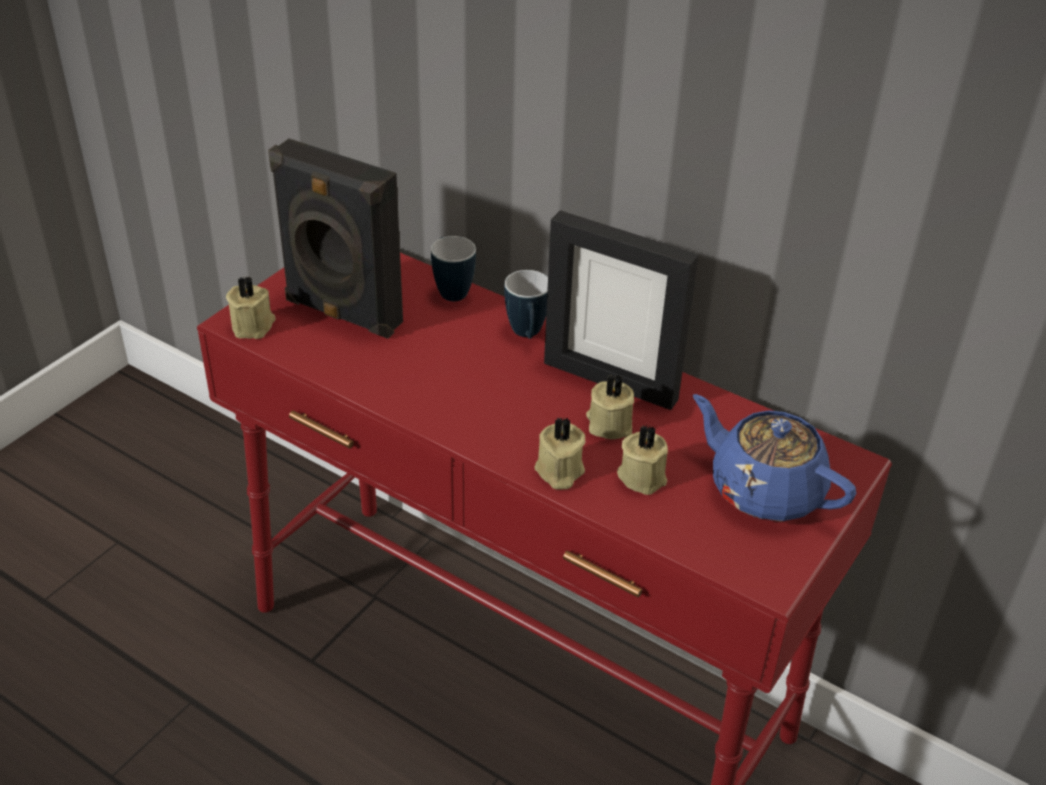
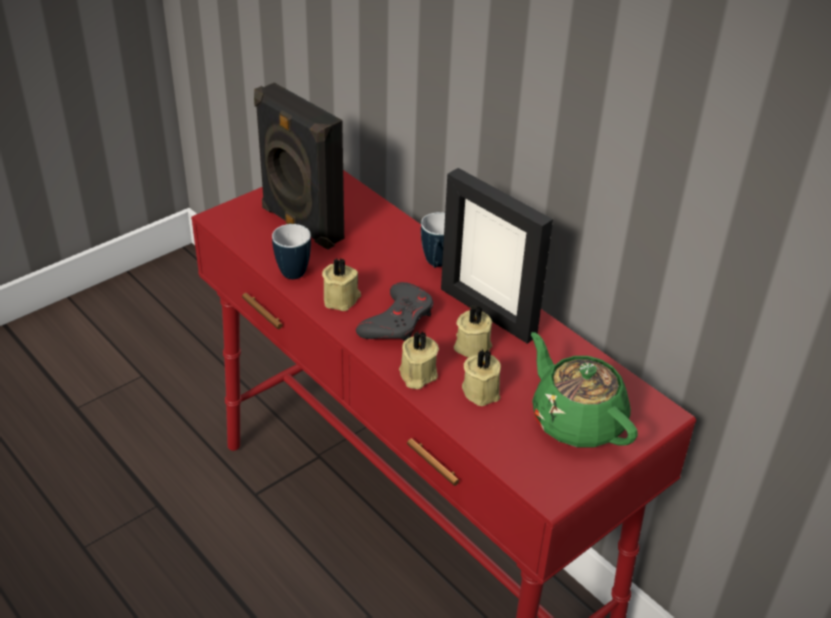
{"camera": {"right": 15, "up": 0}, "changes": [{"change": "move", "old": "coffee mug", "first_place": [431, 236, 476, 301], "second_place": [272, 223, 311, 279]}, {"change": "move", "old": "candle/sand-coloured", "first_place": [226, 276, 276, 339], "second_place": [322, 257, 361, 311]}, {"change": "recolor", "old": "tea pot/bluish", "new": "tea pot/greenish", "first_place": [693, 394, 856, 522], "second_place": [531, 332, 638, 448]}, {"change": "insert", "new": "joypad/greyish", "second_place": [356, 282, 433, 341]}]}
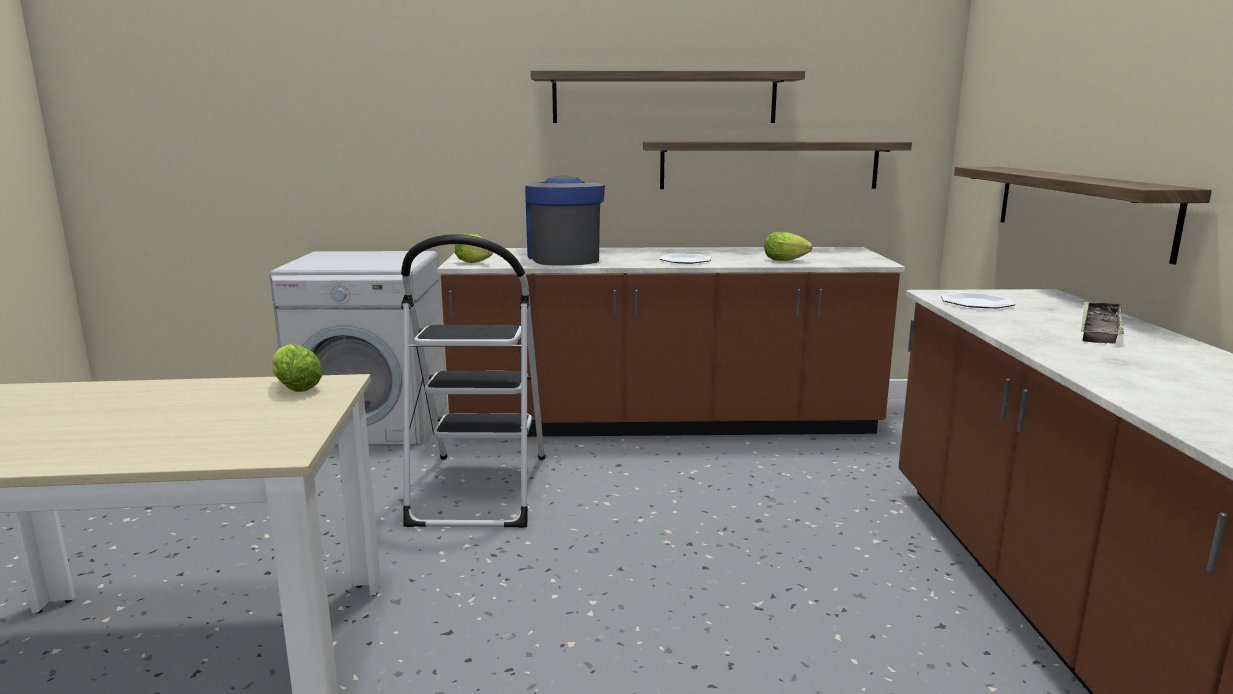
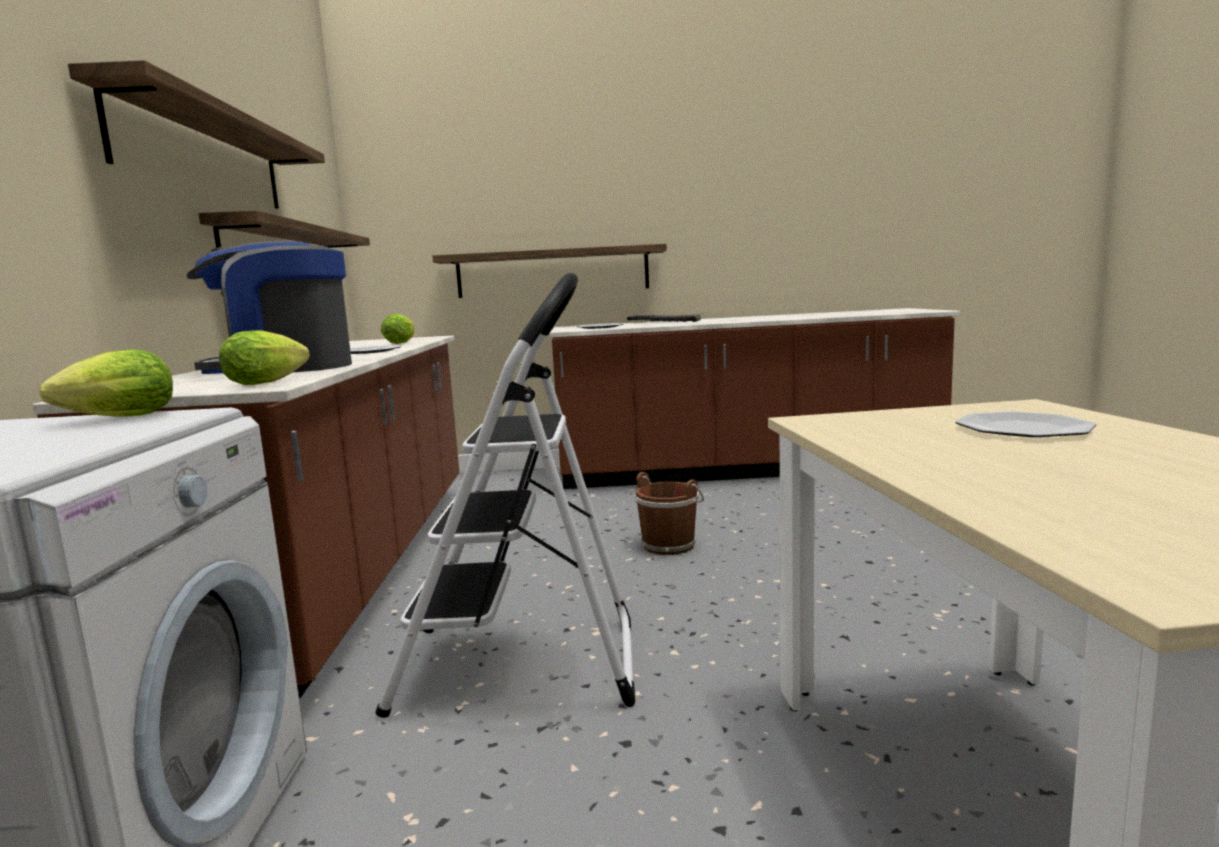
{"camera": {"right": -90, "up": -5}, "changes": [{"change": "move", "old": "lettuce", "first_place": [272, 344, 322, 392], "second_place": [39, 350, 173, 417]}, {"change": "insert", "new": "plate", "second_place": [955, 411, 1096, 437]}, {"change": "insert", "new": "water bucket/brownish", "second_place": [635, 472, 704, 555]}]}
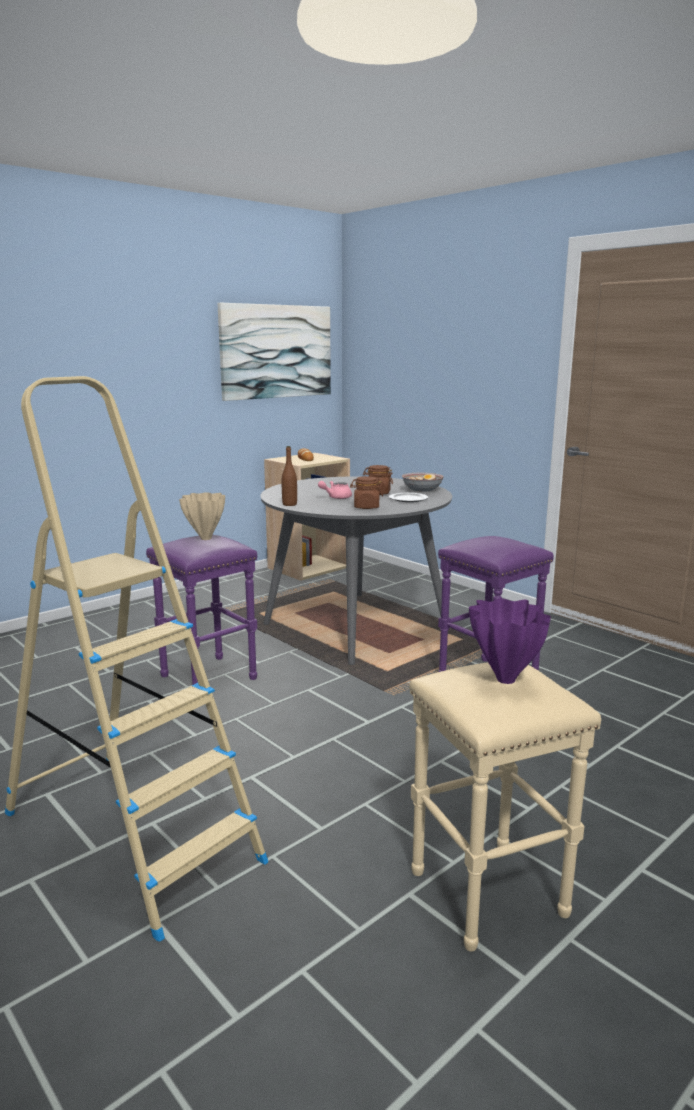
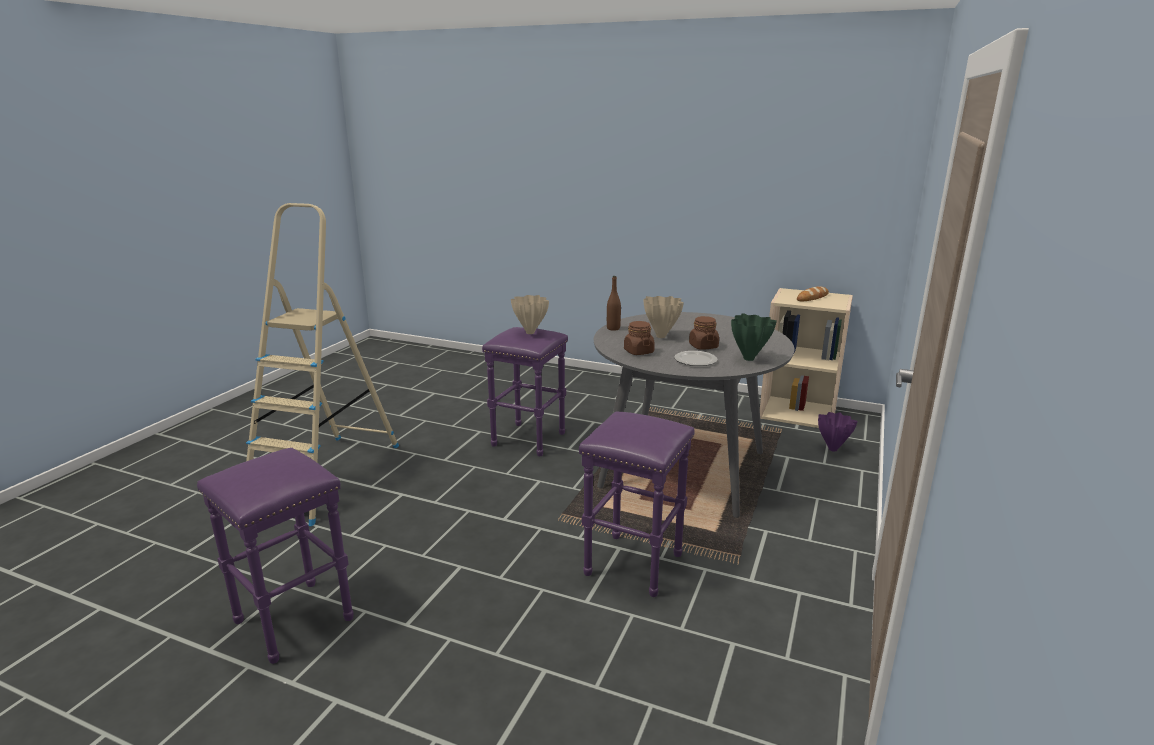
{"camera": {"right": 65, "up": 5}, "changes": [{"change": "delete", "old": "picture", "first_place": [218, 303, 331, 401]}, {"change": "replace", "old": "serving bowl", "new": "vase/greenish", "first_place": [402, 473, 444, 492], "second_place": [731, 313, 777, 361]}, {"change": "replace", "old": "tea pot/pinkish", "new": "vase/sand-coloured", "first_place": [318, 481, 352, 499], "second_place": [643, 296, 684, 338]}, {"change": "move", "old": "vase/purple", "first_place": [469, 598, 551, 684], "second_place": [818, 412, 858, 452]}, {"change": "recolor", "old": "stool/sand-coloured", "new": "stool/purple", "first_place": [409, 662, 601, 952], "second_place": [197, 448, 354, 664]}]}
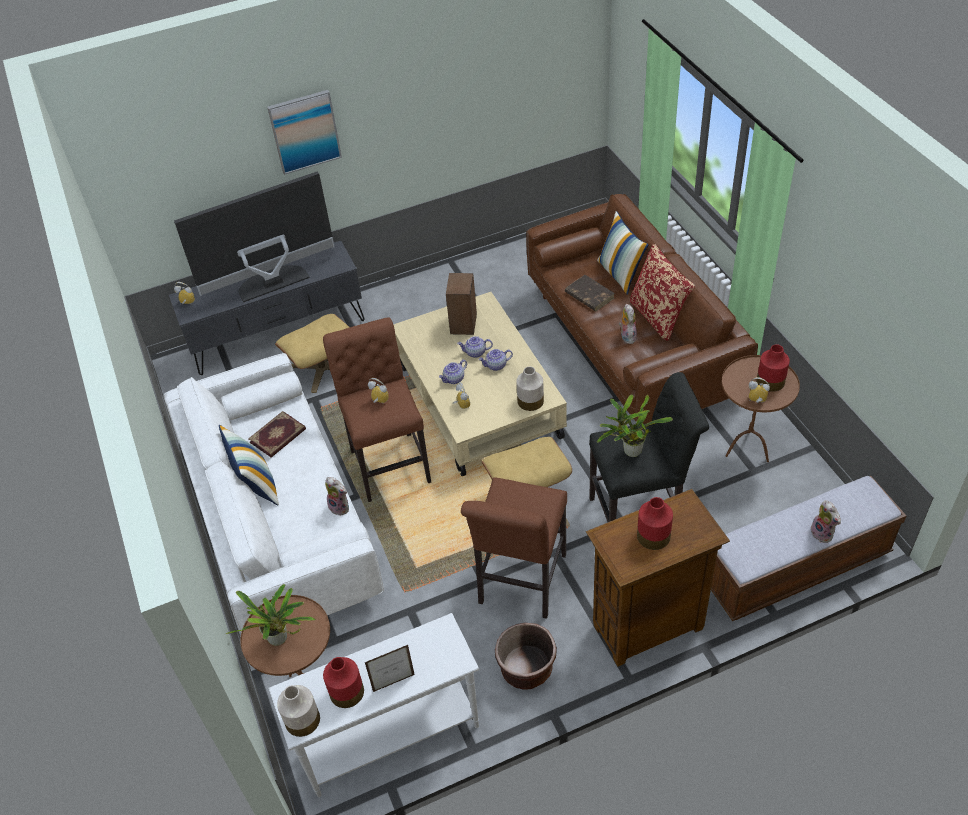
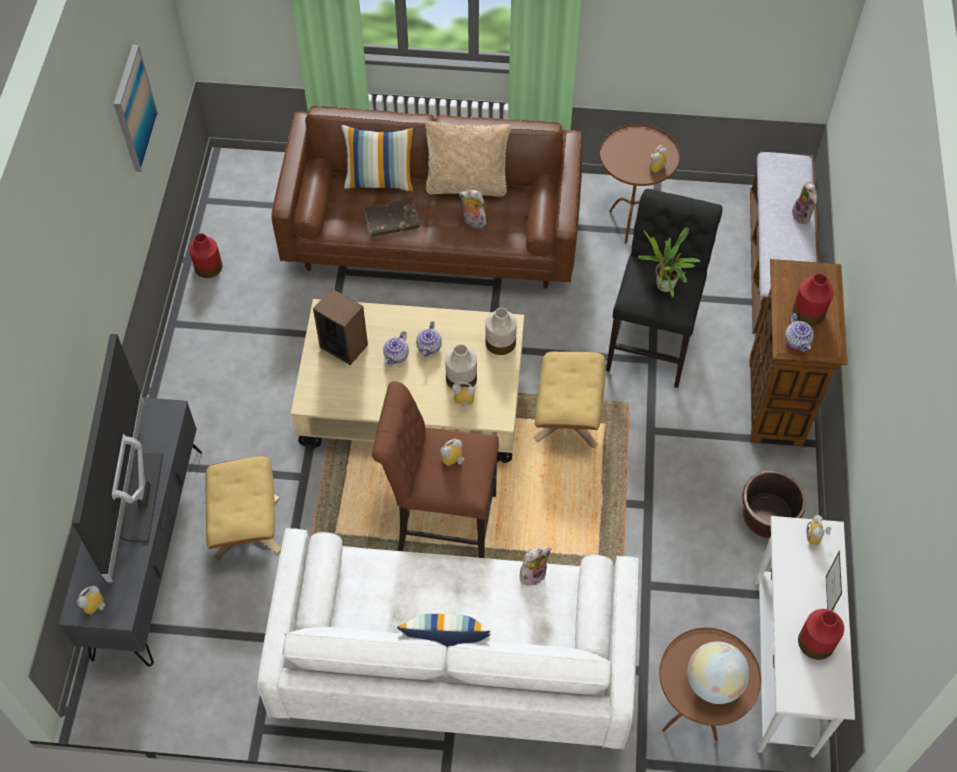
{"camera": {"right": -65, "up": 10}, "changes": [{"change": "move", "old": "picture", "first_place": [267, 90, 342, 175], "second_place": [114, 45, 159, 172]}, {"change": "recolor", "old": "cushion/red", "new": "cushion/sand-coloured", "first_place": [630, 244, 694, 341], "second_place": [425, 121, 511, 197]}, {"change": "move", "old": "vase/red", "first_place": [757, 344, 790, 392], "second_place": [189, 233, 223, 278]}, {"change": "move", "old": "tea pot", "first_place": [439, 360, 467, 384], "second_place": [785, 313, 814, 352]}, {"change": "delete", "old": "volume", "first_place": [248, 411, 306, 458]}, {"change": "delete", "old": "stool/brownish", "first_place": [461, 477, 567, 619]}, {"change": "rotate", "old": "cuddly toy", "first_place": [811, 500, 841, 543], "second_place": [792, 181, 818, 224], "degrees": 75}, {"change": "replace", "old": "potted plant", "new": "world globe", "first_place": [225, 584, 316, 646], "second_place": [687, 641, 750, 704]}, {"change": "move", "old": "vase/sand-coloured", "first_place": [277, 685, 320, 737], "second_place": [445, 344, 477, 389]}, {"change": "insert", "new": "alarm clock", "second_place": [806, 514, 831, 545]}]}
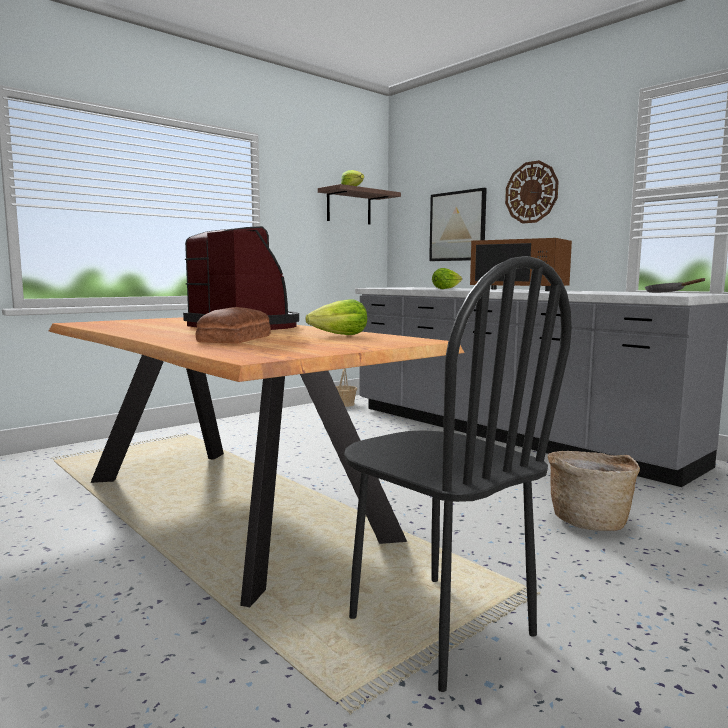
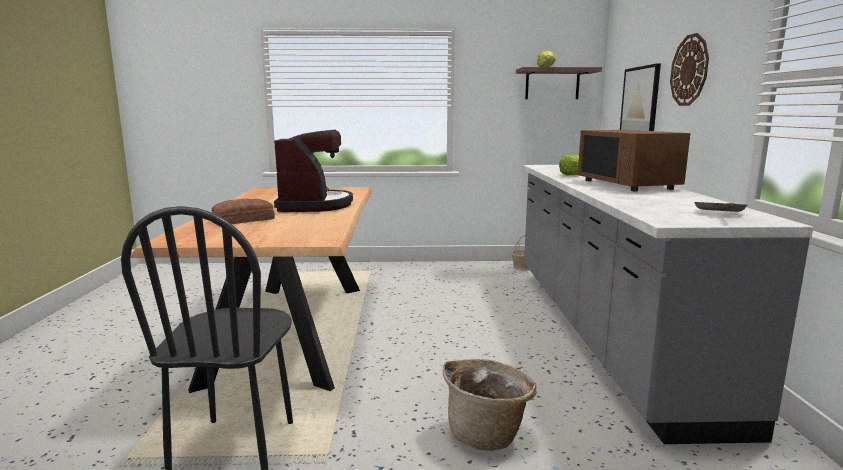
{"camera": {"right": 40, "up": 5}, "changes": [{"change": "delete", "old": "lettuce", "first_place": [306, 299, 367, 335]}]}
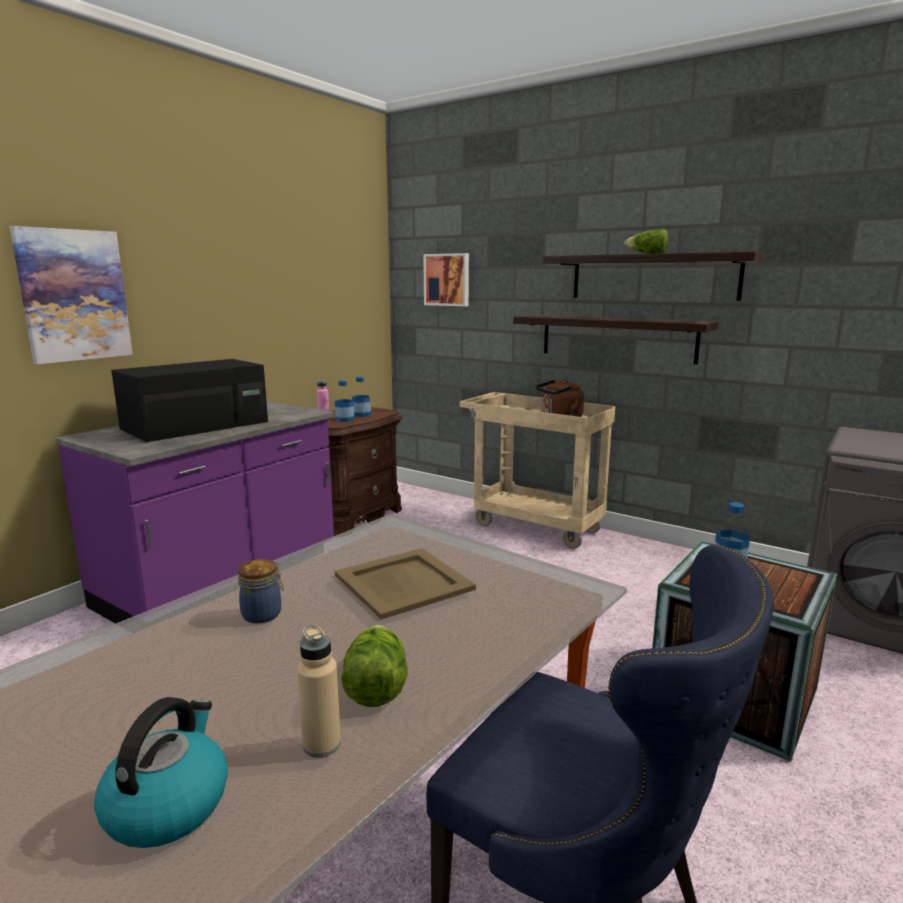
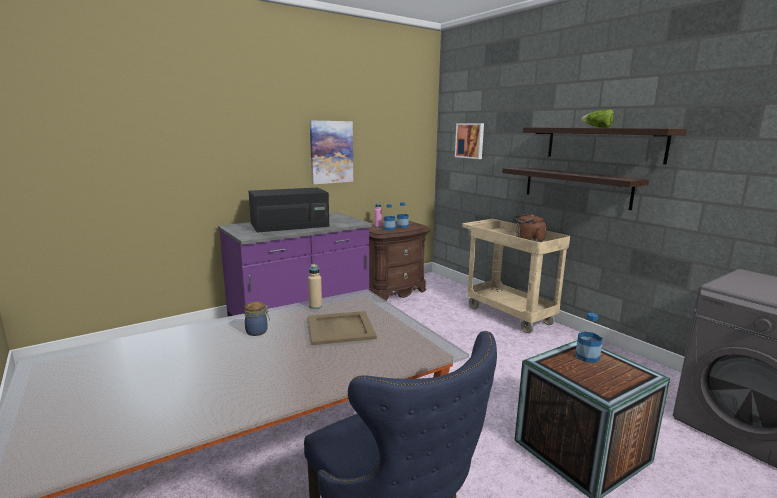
{"camera": {"right": 20, "up": 0}, "changes": [{"change": "move", "old": "picture", "first_place": [10, 226, 133, 364], "second_place": [310, 121, 353, 184]}, {"change": "move", "old": "drink bottle/sand-coloured", "first_place": [297, 625, 341, 758], "second_place": [308, 264, 322, 309]}, {"change": "delete", "old": "lettuce", "first_place": [341, 625, 408, 707]}, {"change": "delete", "old": "tea kettle", "first_place": [94, 697, 228, 848]}]}
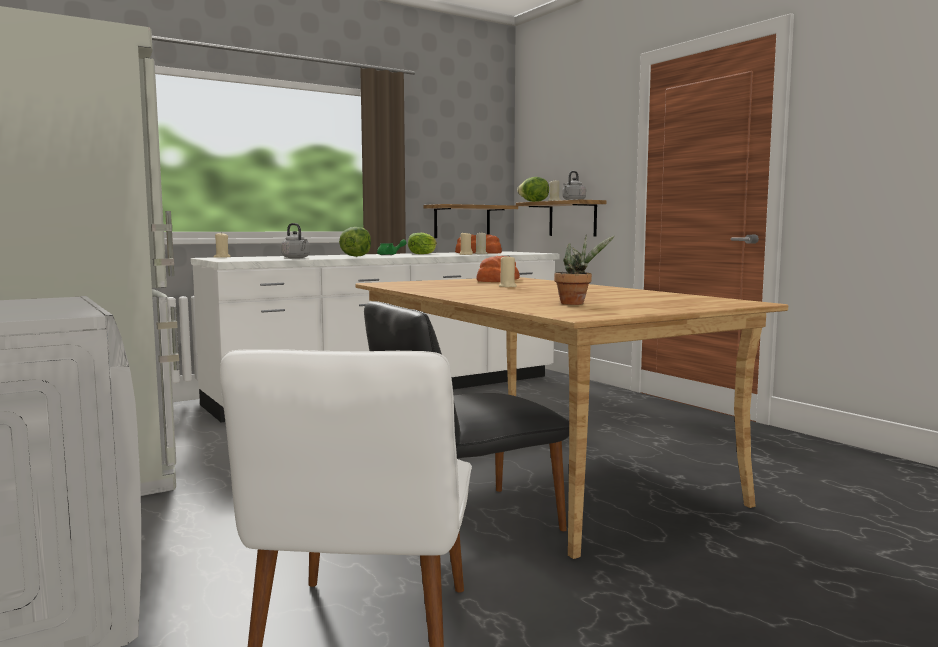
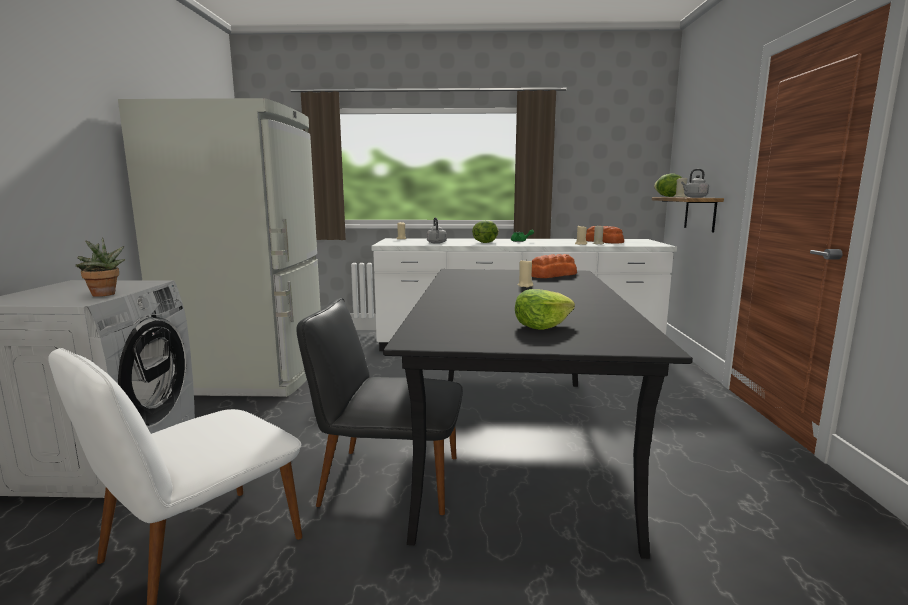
{"camera": {"right": 35, "up": 5}, "changes": [{"change": "delete", "old": "bracket shelf", "first_place": [424, 204, 518, 238]}, {"change": "move", "old": "lettuce", "first_place": [408, 233, 437, 254], "second_place": [515, 289, 575, 329]}, {"change": "move", "old": "potted plant", "first_place": [554, 235, 615, 305], "second_place": [75, 237, 125, 297]}, {"change": "recolor", "old": "dining table/sand-coloured", "new": "dining table/black-coloured", "first_place": [355, 277, 788, 559], "second_place": [383, 269, 693, 559]}]}
